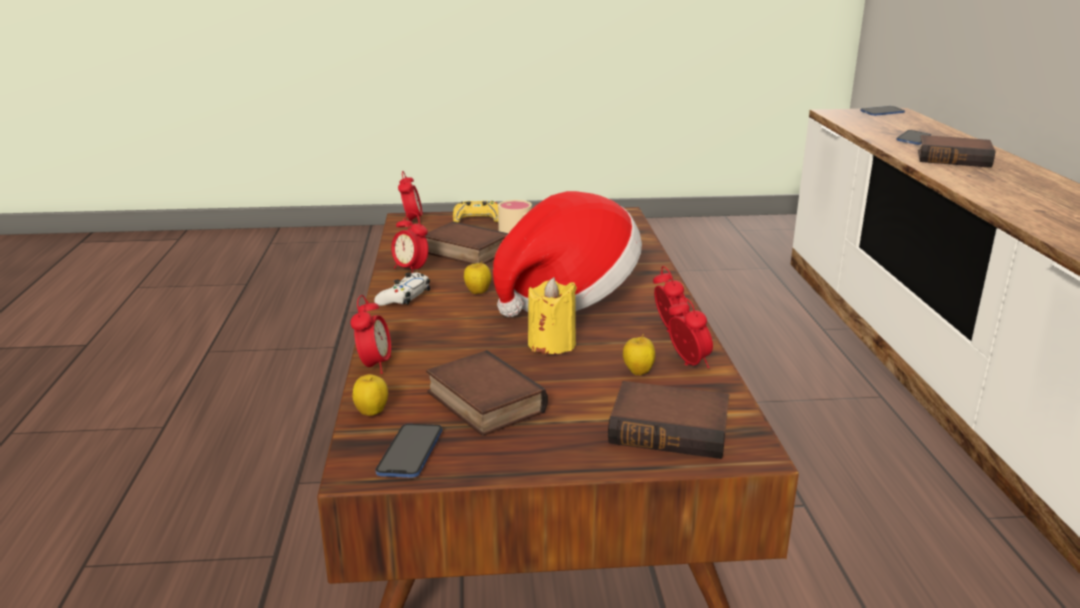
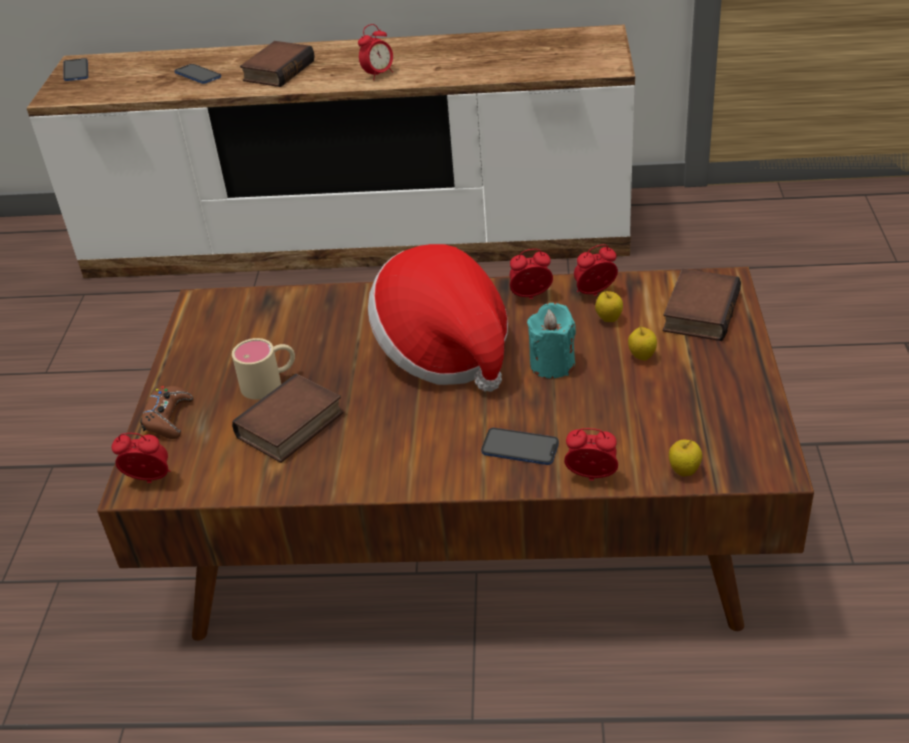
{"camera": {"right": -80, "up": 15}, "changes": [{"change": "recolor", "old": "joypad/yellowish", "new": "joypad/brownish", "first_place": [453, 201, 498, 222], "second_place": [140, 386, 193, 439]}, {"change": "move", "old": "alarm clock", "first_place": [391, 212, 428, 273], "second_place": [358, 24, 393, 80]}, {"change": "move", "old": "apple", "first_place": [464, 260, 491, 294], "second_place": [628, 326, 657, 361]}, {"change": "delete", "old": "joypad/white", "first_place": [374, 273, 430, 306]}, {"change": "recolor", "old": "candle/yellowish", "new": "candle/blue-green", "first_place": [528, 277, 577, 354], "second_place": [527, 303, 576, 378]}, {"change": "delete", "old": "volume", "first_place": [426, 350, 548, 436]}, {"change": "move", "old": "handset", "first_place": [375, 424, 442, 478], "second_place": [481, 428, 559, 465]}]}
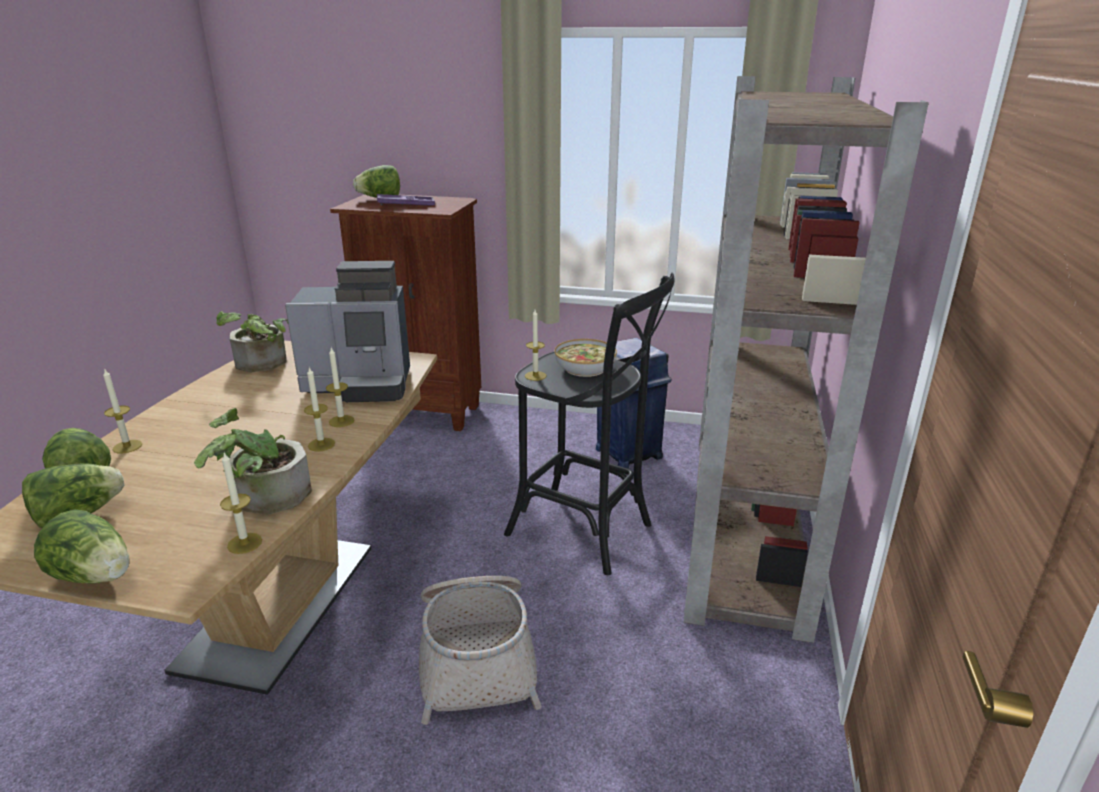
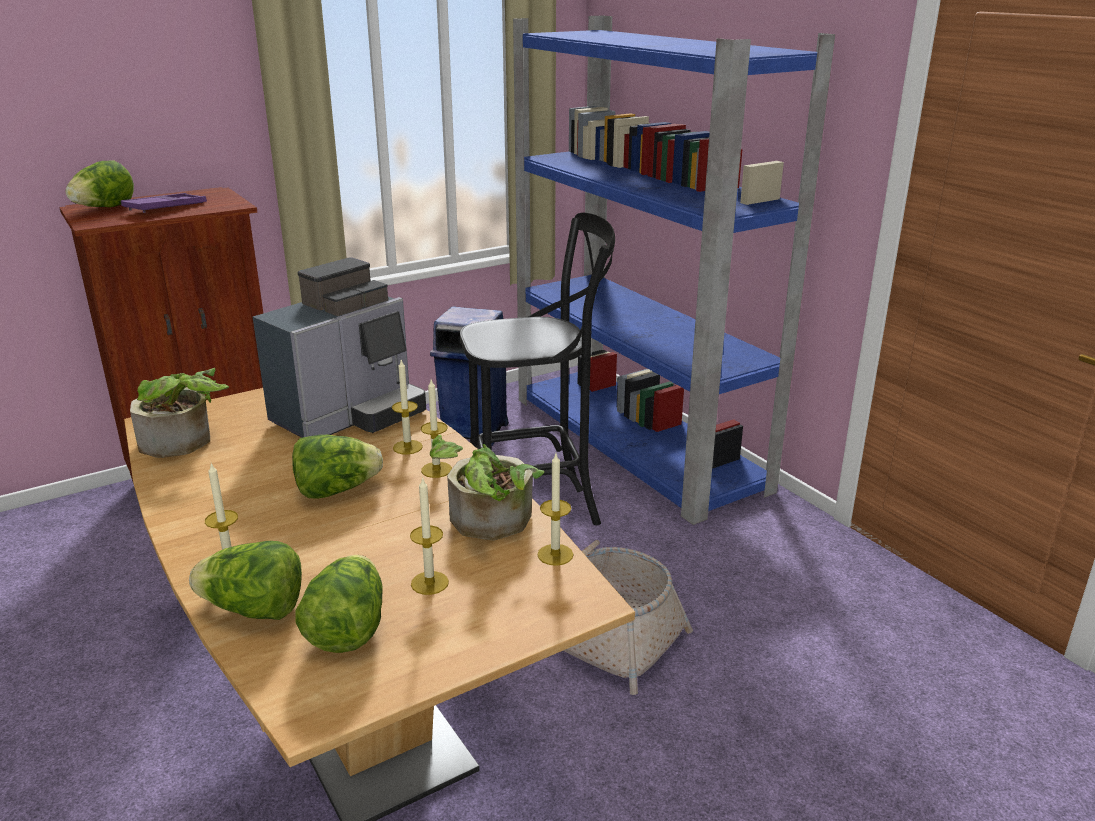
{"camera": {"right": -45, "up": 0}, "changes": [{"change": "recolor", "old": "bookcase/brownish", "new": "bookcase/bluish", "first_place": [684, 76, 929, 643], "second_place": [513, 15, 835, 525]}, {"change": "move", "old": "candle", "first_place": [525, 310, 546, 381], "second_place": [410, 477, 449, 595]}, {"change": "delete", "old": "serving bowl", "first_place": [555, 339, 617, 377]}, {"change": "move", "old": "lettuce", "first_place": [34, 509, 130, 583], "second_place": [292, 435, 383, 499]}]}
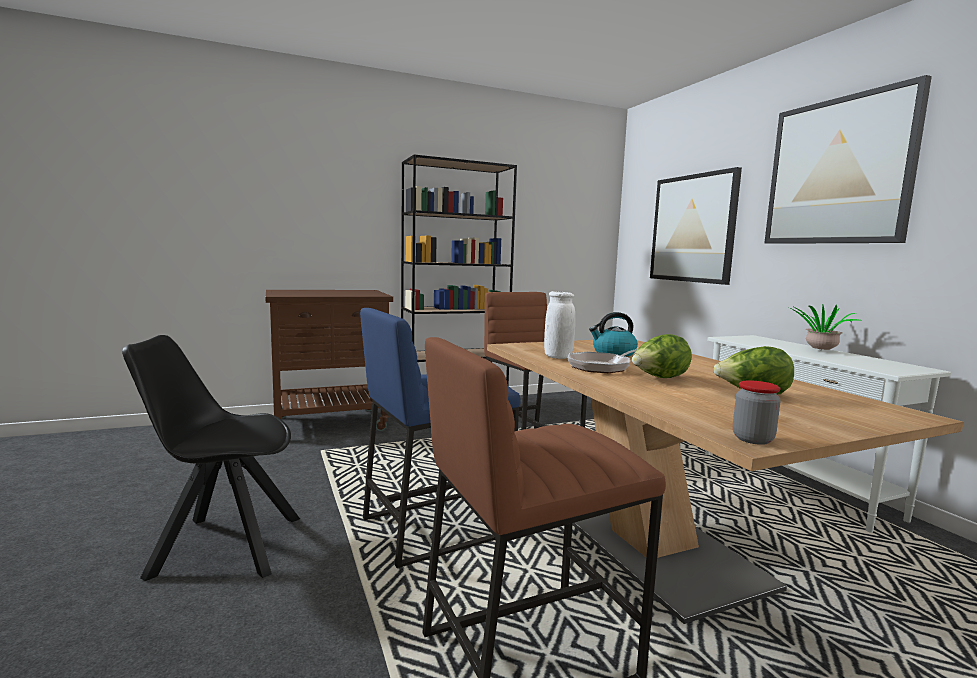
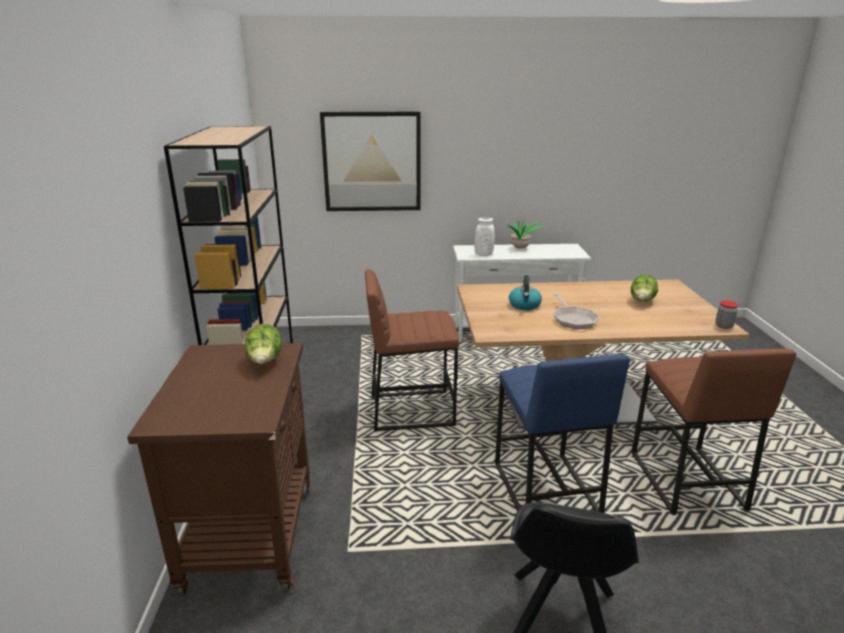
{"camera": {"right": -70, "up": 15}, "changes": [{"change": "delete", "old": "picture", "first_place": [764, 75, 932, 244]}, {"change": "move", "old": "vase/white", "first_place": [544, 291, 575, 359], "second_place": [474, 217, 495, 256]}, {"change": "move", "old": "lettuce", "first_place": [632, 334, 692, 378], "second_place": [245, 324, 282, 364]}]}
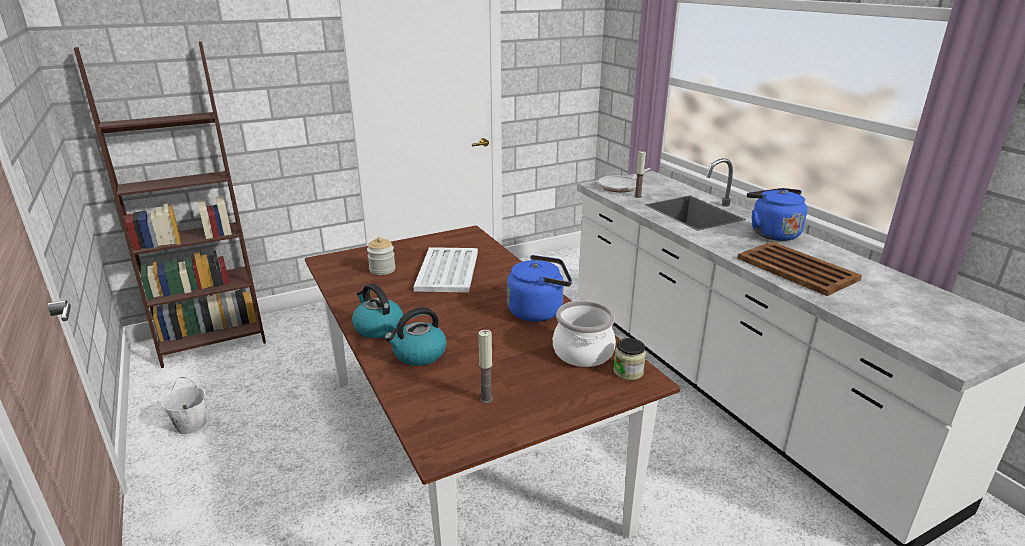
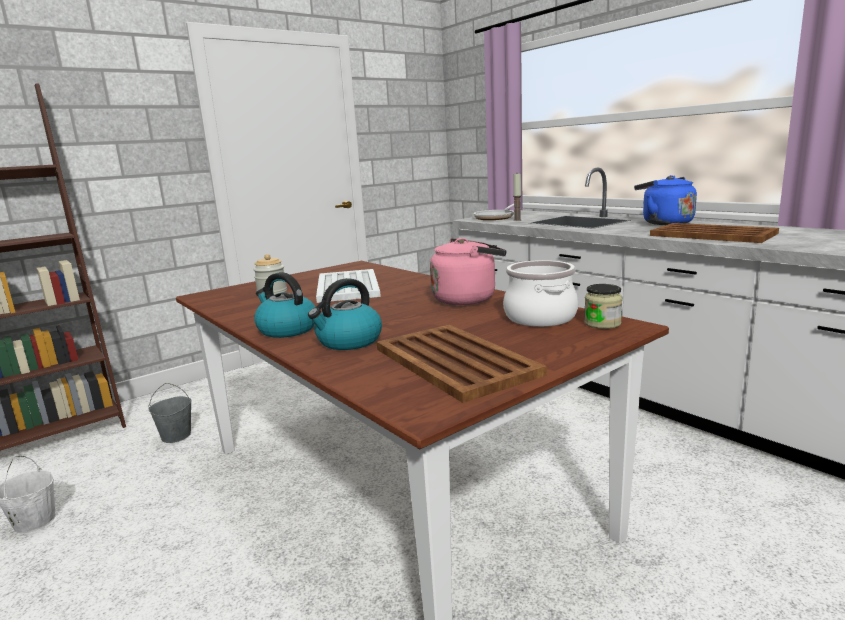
{"camera": {"right": -10, "up": -10}, "changes": [{"change": "recolor", "old": "tea kettle/bluish", "new": "tea kettle/pinkish", "first_place": [507, 255, 572, 322], "second_place": [430, 238, 507, 305]}, {"change": "replace", "old": "candle", "new": "serving tray/brownish", "first_place": [478, 330, 493, 403], "second_place": [377, 324, 547, 403]}, {"change": "insert", "new": "water bucket/greyish", "second_place": [148, 383, 192, 443]}]}
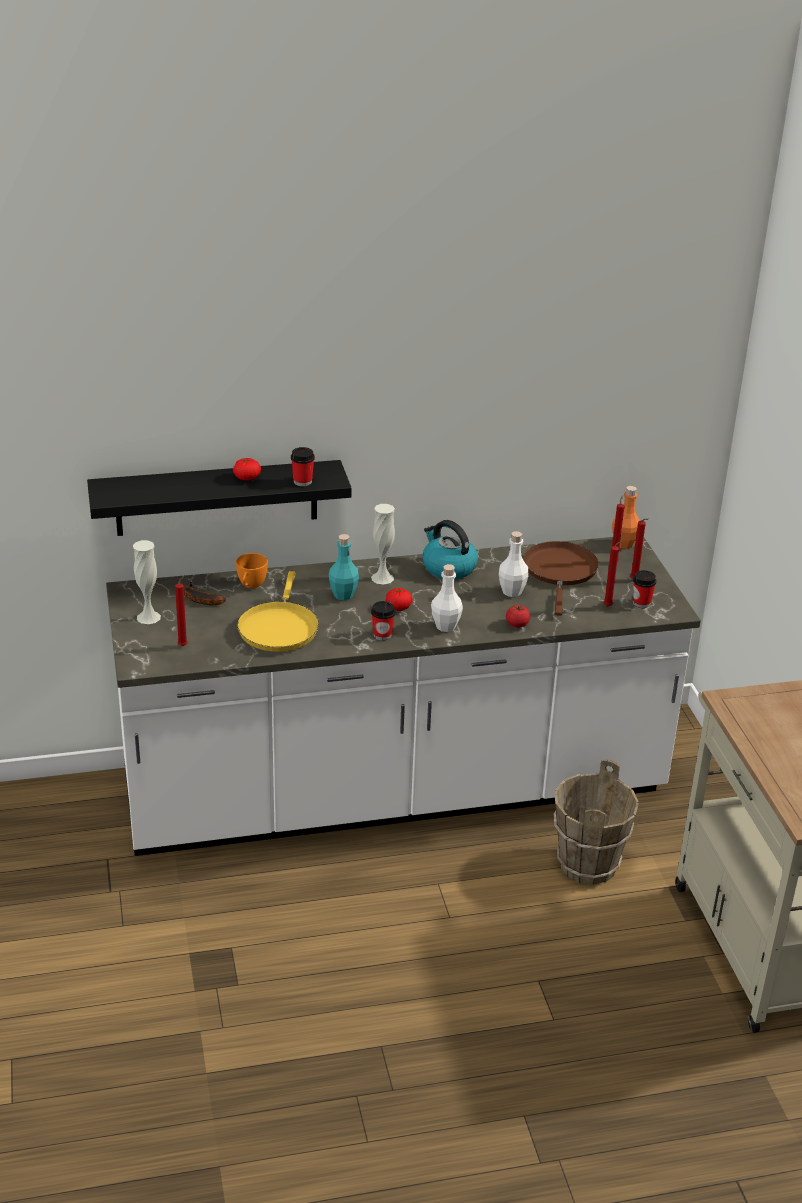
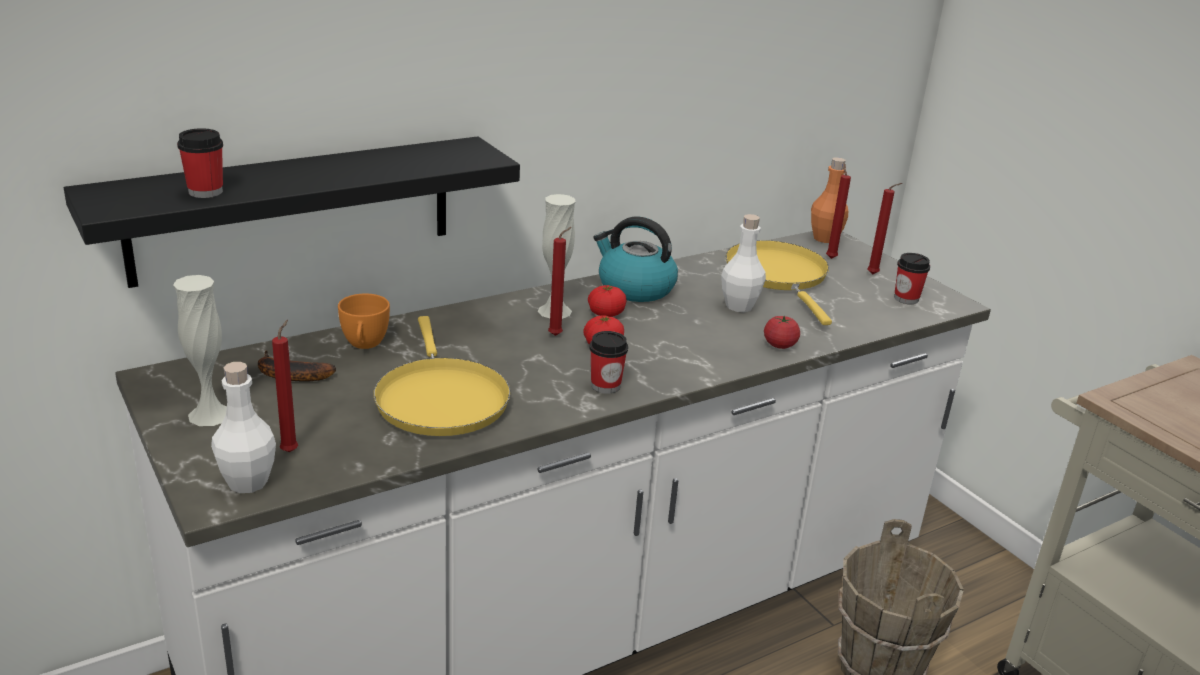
{"camera": {"right": -20, "up": -5}, "changes": [{"change": "move", "old": "small cup", "first_place": [291, 447, 315, 486], "second_place": [177, 128, 223, 198]}, {"change": "move", "old": "tomato", "first_place": [233, 458, 261, 481], "second_place": [588, 285, 627, 317]}, {"change": "delete", "old": "drink bottle/blue-green", "first_place": [329, 534, 359, 600]}, {"change": "move", "old": "candle/red", "first_place": [604, 540, 624, 606], "second_place": [548, 227, 572, 336]}, {"change": "recolor", "old": "pan/brownish", "new": "pan/yellowish", "first_place": [523, 541, 599, 616], "second_place": [726, 240, 832, 325]}, {"change": "move", "old": "drink bottle/white", "first_place": [431, 564, 463, 632], "second_place": [211, 362, 276, 493]}]}
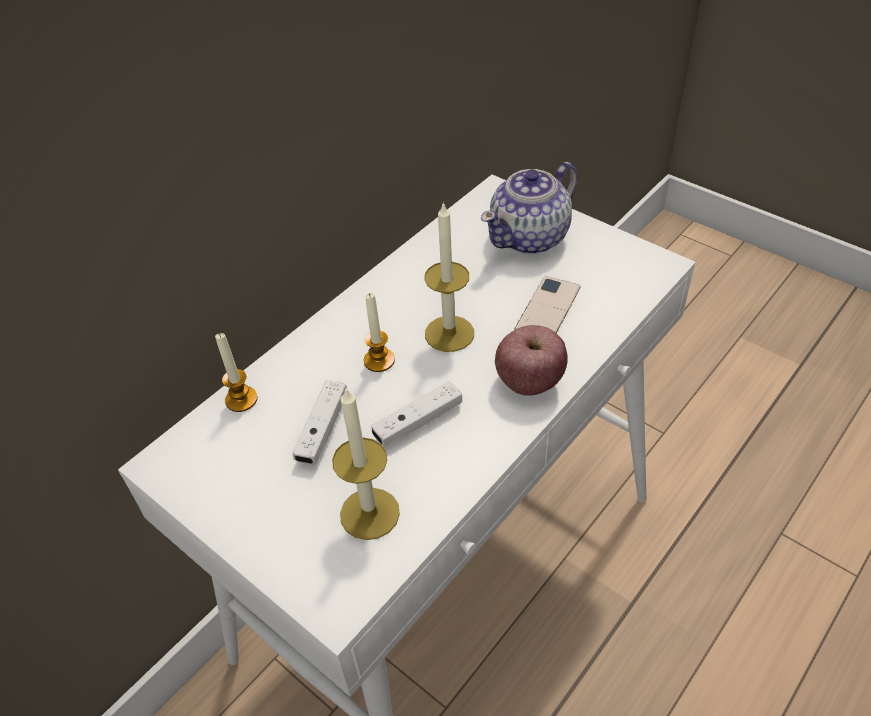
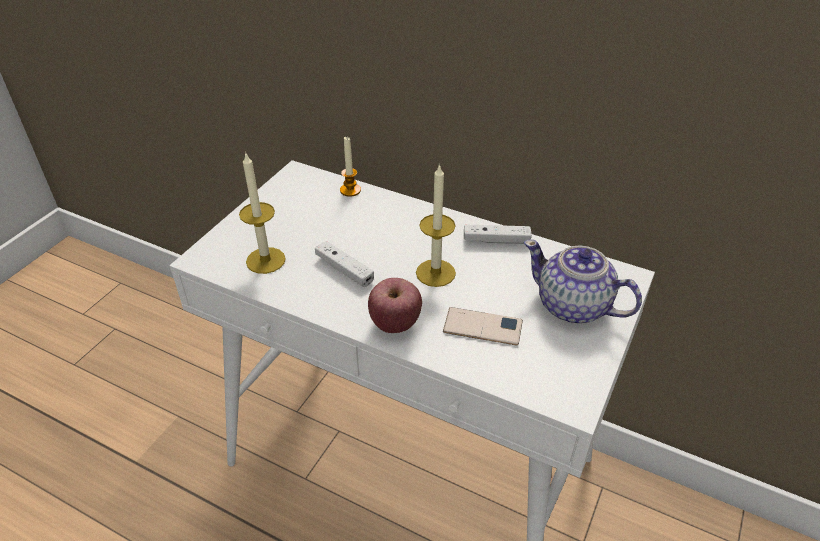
{"camera": {"right": 75, "up": -5}, "changes": [{"change": "delete", "old": "candle", "first_place": [364, 293, 395, 372]}, {"change": "move", "old": "joypad/white", "first_place": [292, 380, 347, 464], "second_place": [464, 225, 532, 244]}]}
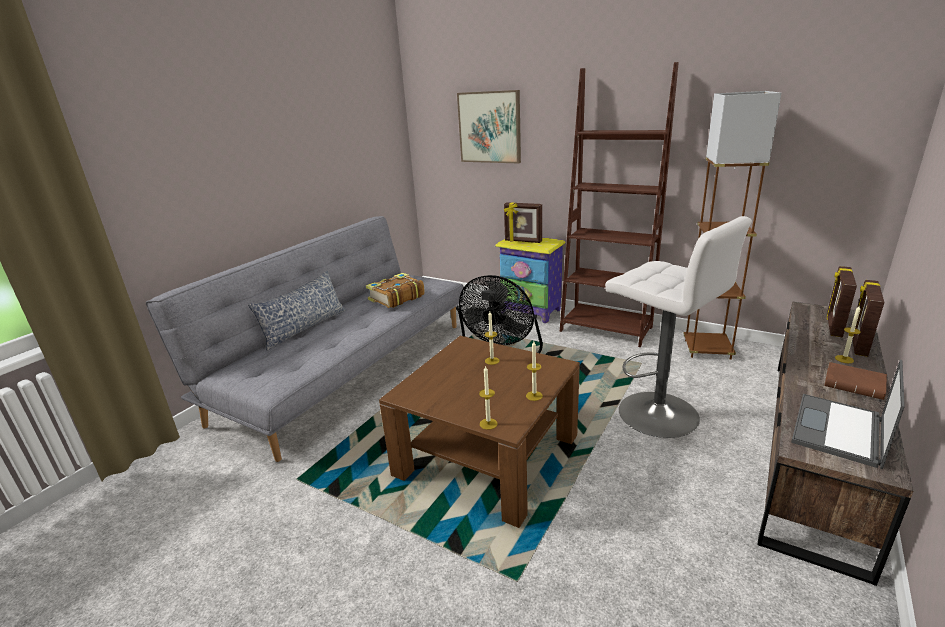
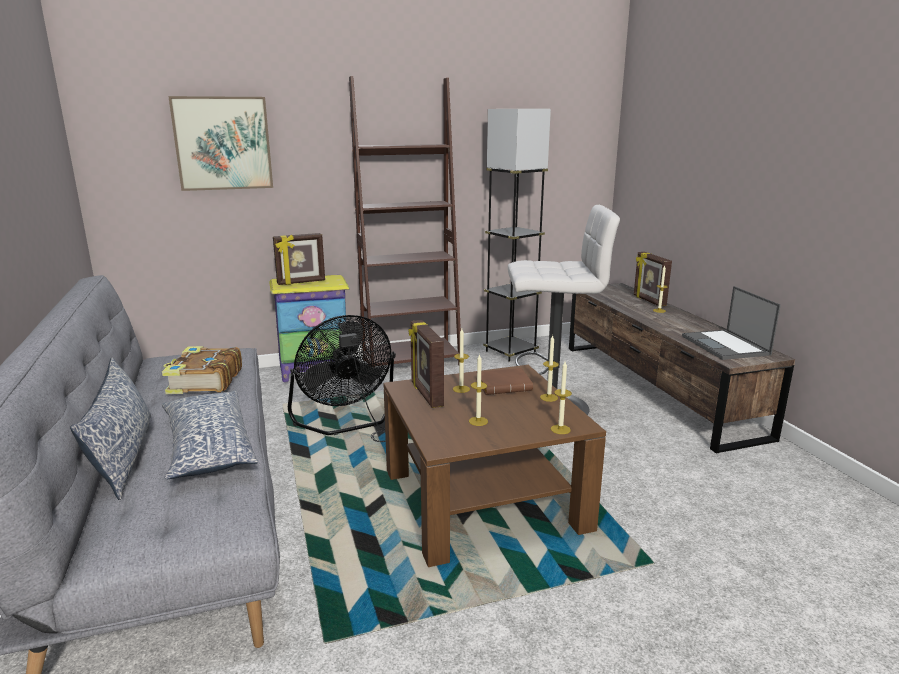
{"camera": {"right": -50, "up": -5}, "changes": [{"change": "recolor", "old": "floor lamp/brownish", "new": "floor lamp/greyish", "first_place": [683, 91, 781, 360], "second_place": [483, 109, 551, 362]}, {"change": "move", "old": "picture frame", "first_place": [827, 266, 857, 337], "second_place": [408, 320, 444, 408]}, {"change": "move", "old": "volume/brownish", "first_place": [824, 362, 887, 400], "second_place": [481, 368, 533, 395]}, {"change": "insert", "new": "candle", "second_place": [469, 354, 488, 426]}, {"change": "insert", "new": "cushion", "second_place": [162, 390, 258, 479]}]}
